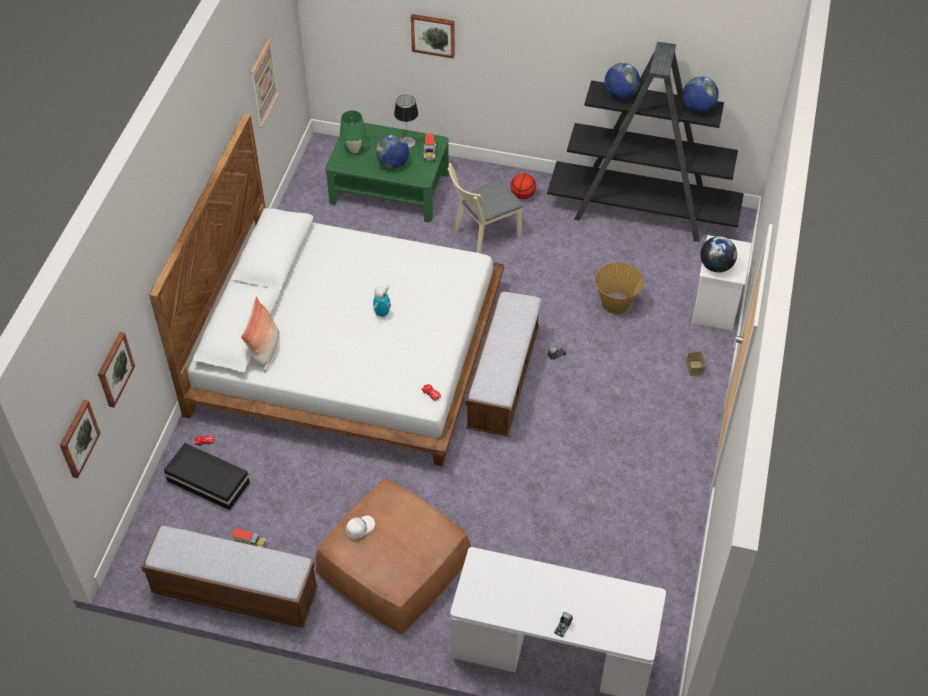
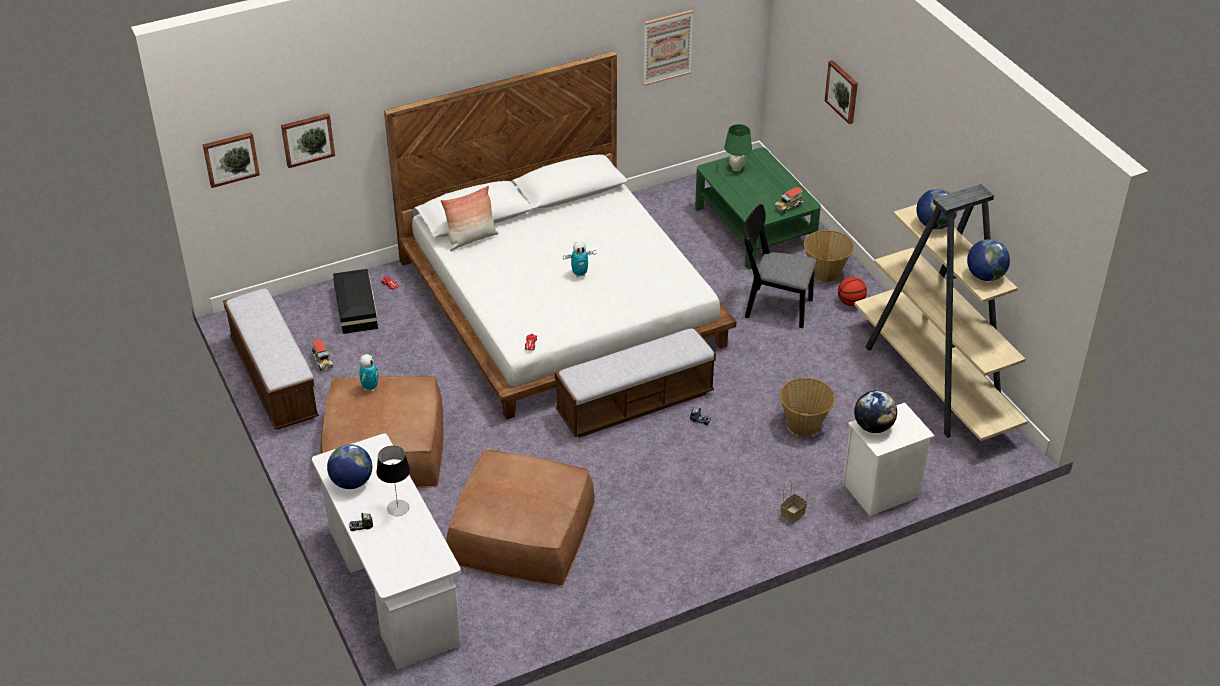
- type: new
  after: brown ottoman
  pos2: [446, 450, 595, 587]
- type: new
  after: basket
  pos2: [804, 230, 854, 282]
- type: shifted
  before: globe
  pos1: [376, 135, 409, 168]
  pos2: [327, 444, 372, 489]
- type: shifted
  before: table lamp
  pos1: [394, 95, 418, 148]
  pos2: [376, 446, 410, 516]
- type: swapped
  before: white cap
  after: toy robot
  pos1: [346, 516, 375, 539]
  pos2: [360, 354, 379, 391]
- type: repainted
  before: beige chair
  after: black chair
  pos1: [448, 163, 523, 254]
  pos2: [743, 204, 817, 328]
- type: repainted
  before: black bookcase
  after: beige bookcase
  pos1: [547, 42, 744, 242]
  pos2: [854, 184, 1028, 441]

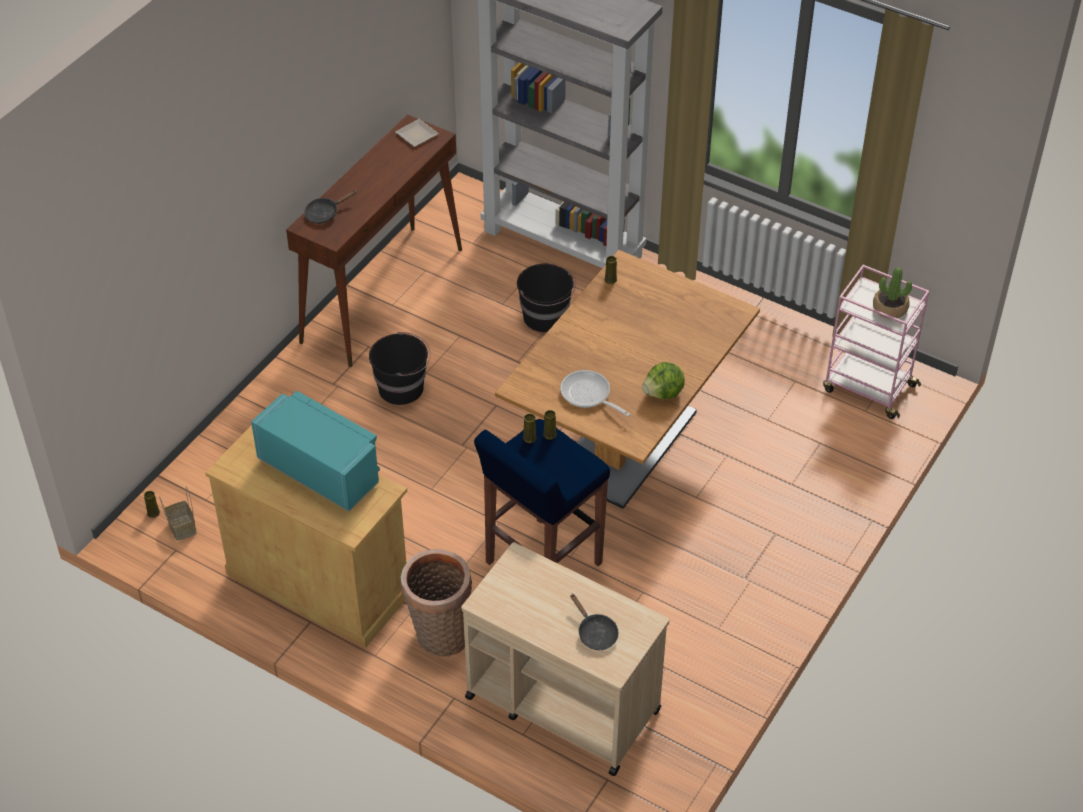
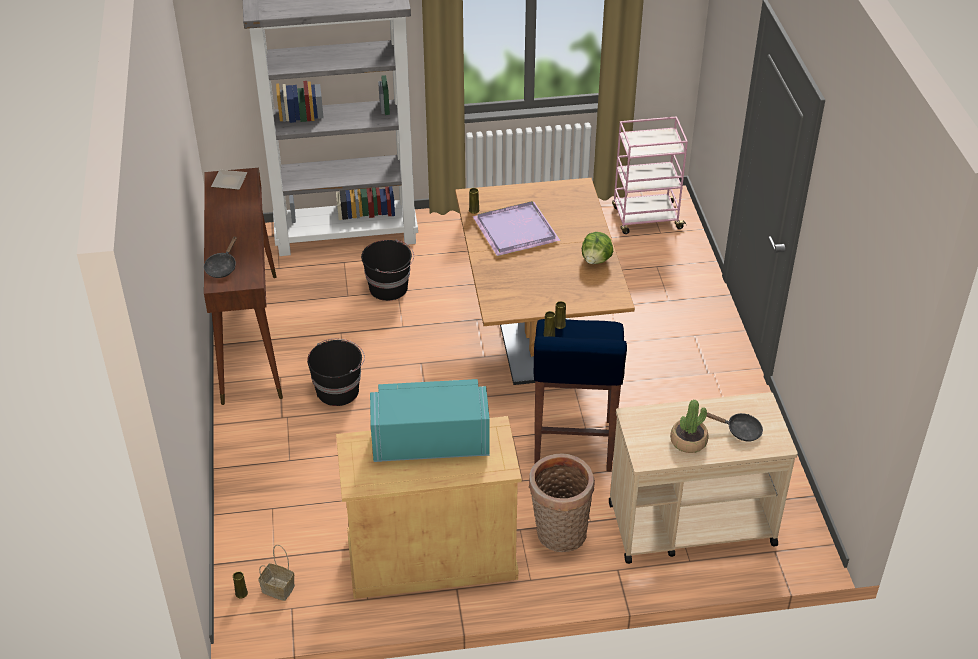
- type: gone
  before: frying pan
  pos1: [560, 370, 631, 417]
- type: new
  after: purple tray
  pos2: [473, 201, 561, 256]
- type: shifted
  before: potted plant
  pos1: [873, 267, 912, 319]
  pos2: [670, 400, 709, 453]

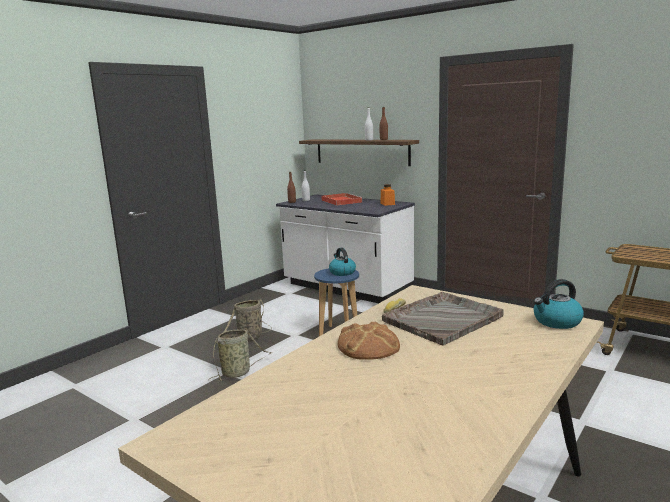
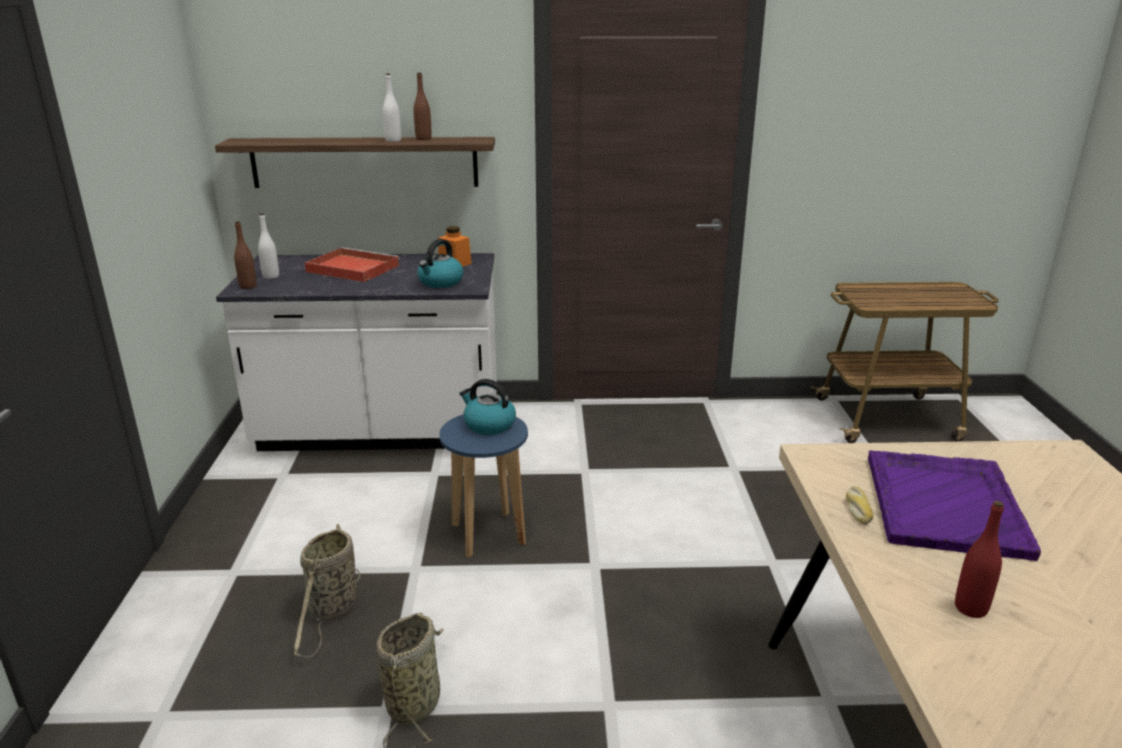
- type: shifted
  before: kettle
  pos1: [534, 279, 584, 329]
  pos2: [417, 239, 463, 288]
- type: swapped
  before: bread
  after: red bottle
  pos1: [338, 322, 400, 360]
  pos2: [955, 501, 1004, 618]
- type: repainted
  before: grey tray
  after: purple tray
  pos1: [382, 292, 503, 345]
  pos2: [868, 450, 1041, 561]

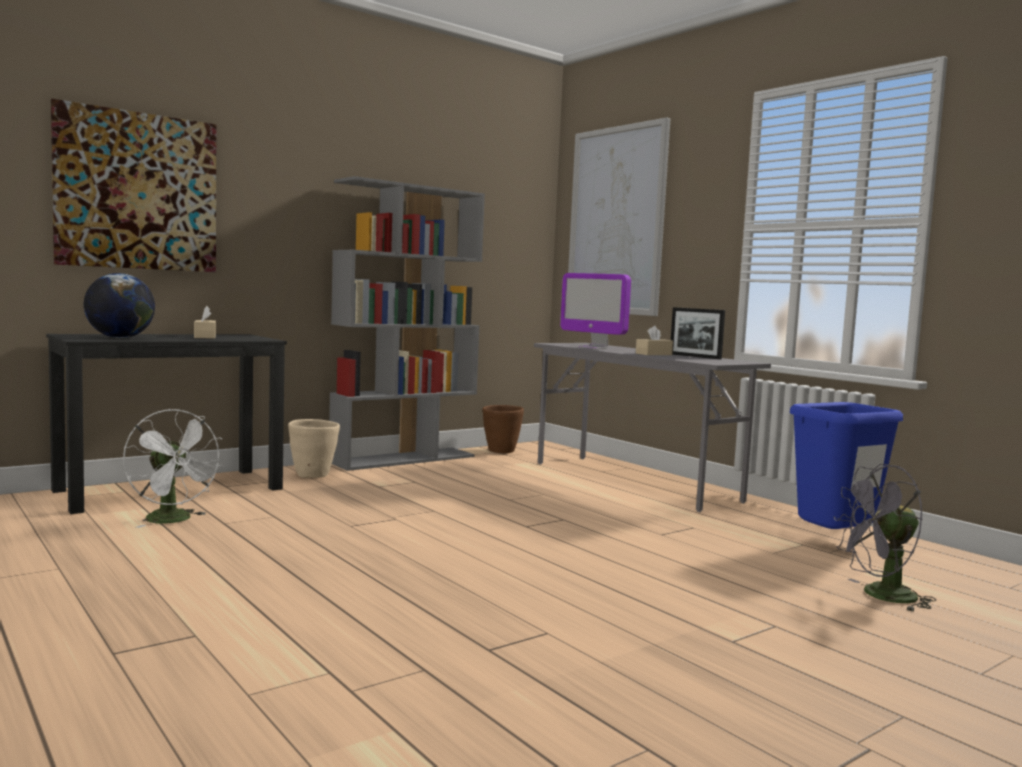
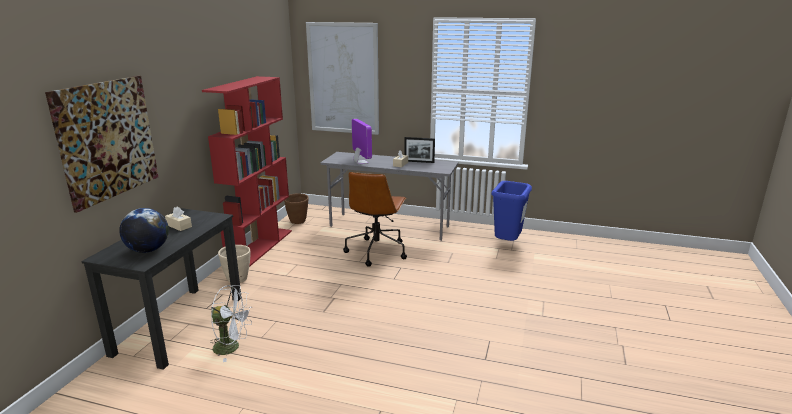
- type: gone
  before: grey fan
  pos1: [834, 464, 936, 611]
- type: new
  after: brown office chair
  pos2: [343, 172, 407, 267]
- type: repainted
  before: grey bookcase
  after: red bookcase
  pos1: [329, 176, 485, 471]
  pos2: [202, 76, 292, 267]
- type: rotated
  before: monitor
  pos1: [560, 273, 631, 349]
  pos2: [352, 119, 372, 165]
  turn: -120

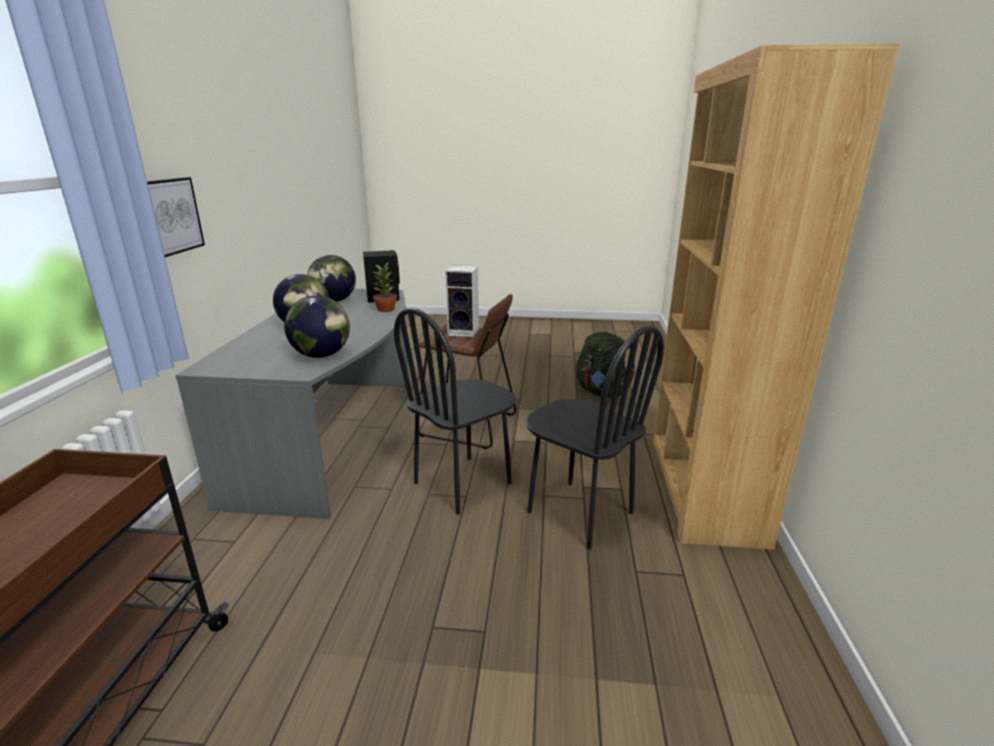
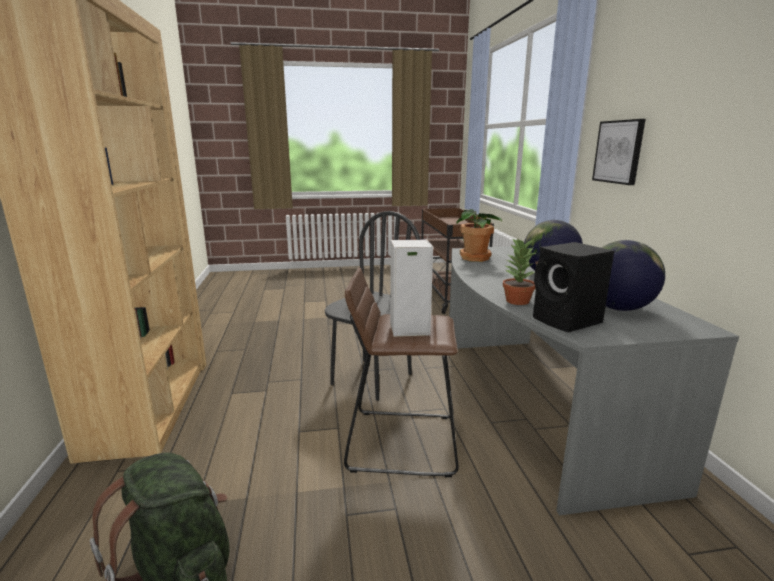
- type: gone
  before: black chair
  pos1: [525, 326, 664, 550]
- type: swapped
  before: globe
  after: potted plant
  pos1: [284, 295, 350, 358]
  pos2: [456, 209, 502, 262]

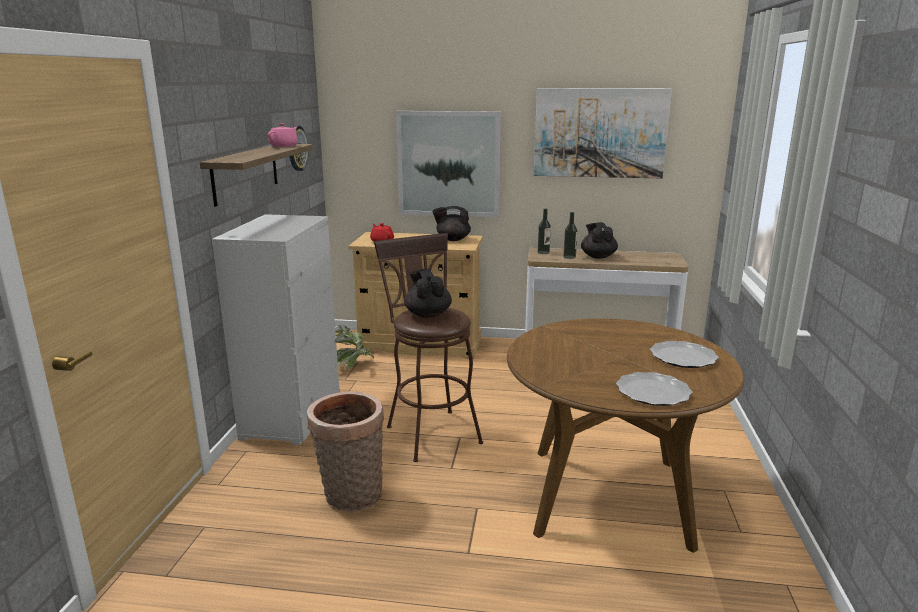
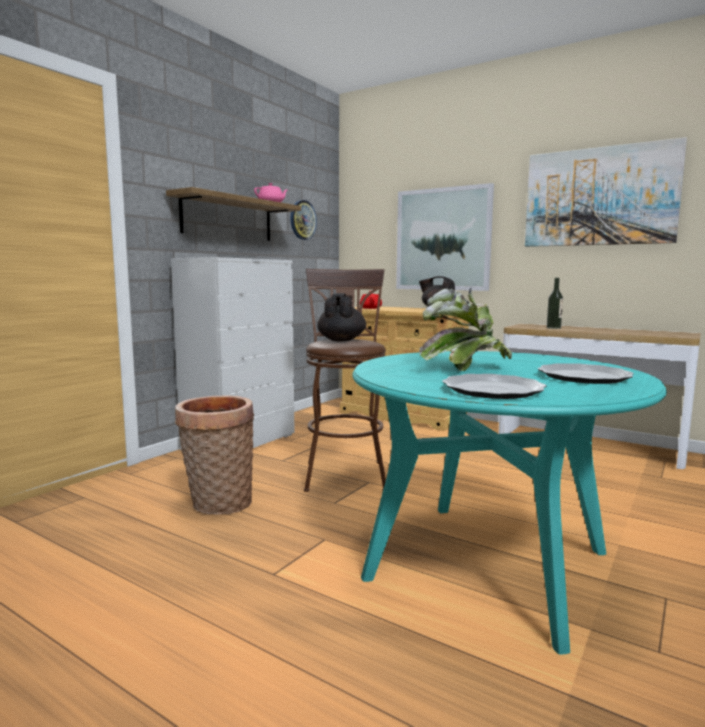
- type: gone
  before: bottle
  pos1: [538, 209, 551, 254]
- type: gone
  before: black teapot
  pos1: [581, 222, 618, 259]
- type: shifted
  before: potted plant
  pos1: [334, 325, 374, 369]
  pos2: [419, 287, 512, 371]
- type: repainted
  before: brown dining table
  after: turquoise dining table
  pos1: [507, 318, 745, 553]
  pos2: [352, 351, 667, 655]

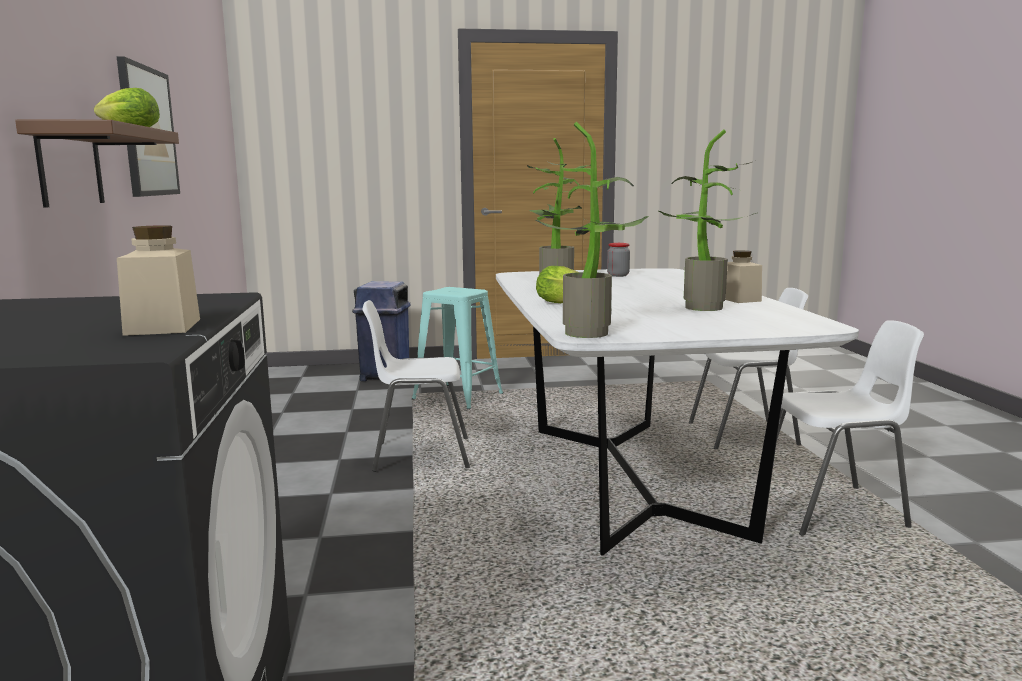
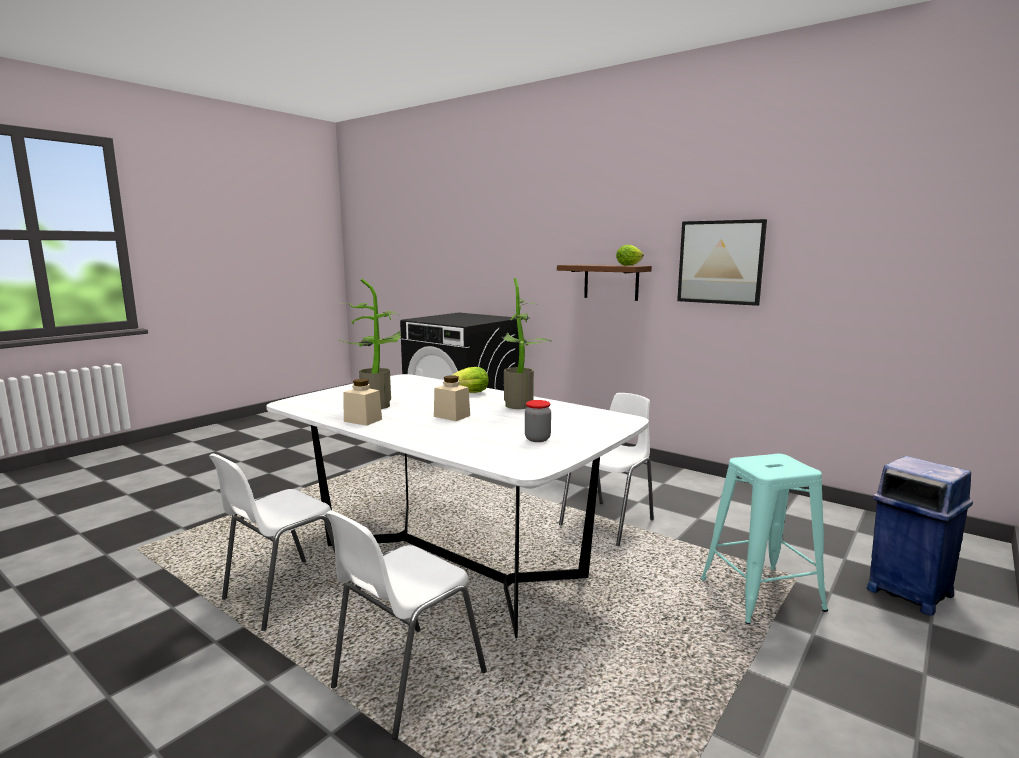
- type: gone
  before: potted plant
  pos1: [535, 122, 648, 338]
- type: shifted
  before: beige jar
  pos1: [117, 225, 200, 336]
  pos2: [434, 375, 470, 421]

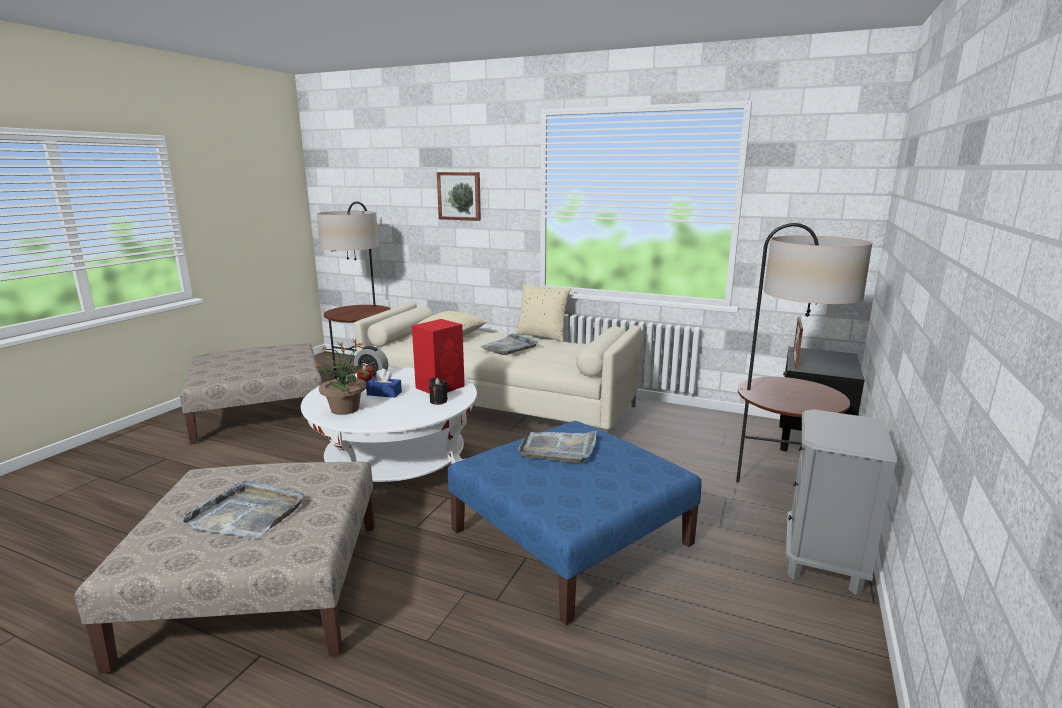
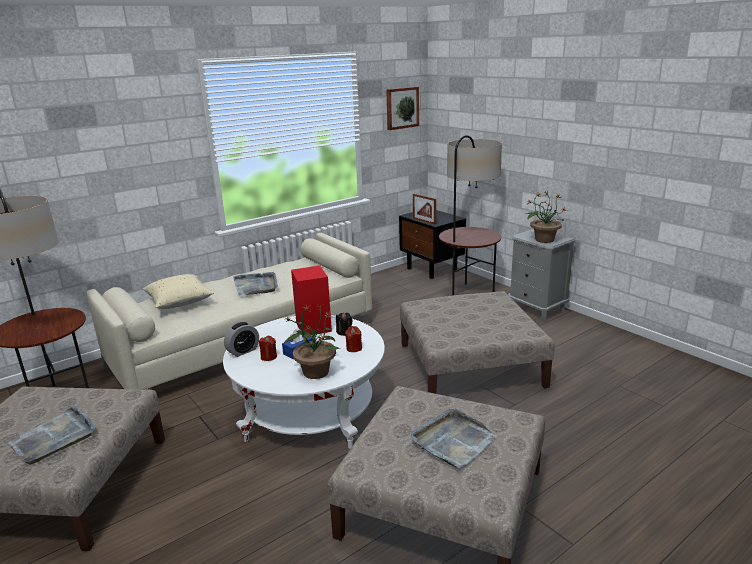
- type: gone
  before: beige pillow
  pos1: [515, 283, 571, 342]
- type: new
  after: red candle
  pos2: [345, 326, 362, 352]
- type: new
  after: potted plant
  pos2: [526, 191, 566, 243]
- type: shifted
  before: picture
  pos1: [437, 172, 481, 221]
  pos2: [386, 86, 419, 130]
- type: shifted
  before: grey tray
  pos1: [517, 431, 597, 463]
  pos2: [8, 405, 96, 465]
- type: repainted
  before: blue ottoman
  after: beige ottoman
  pos1: [448, 421, 702, 625]
  pos2: [400, 291, 555, 394]

